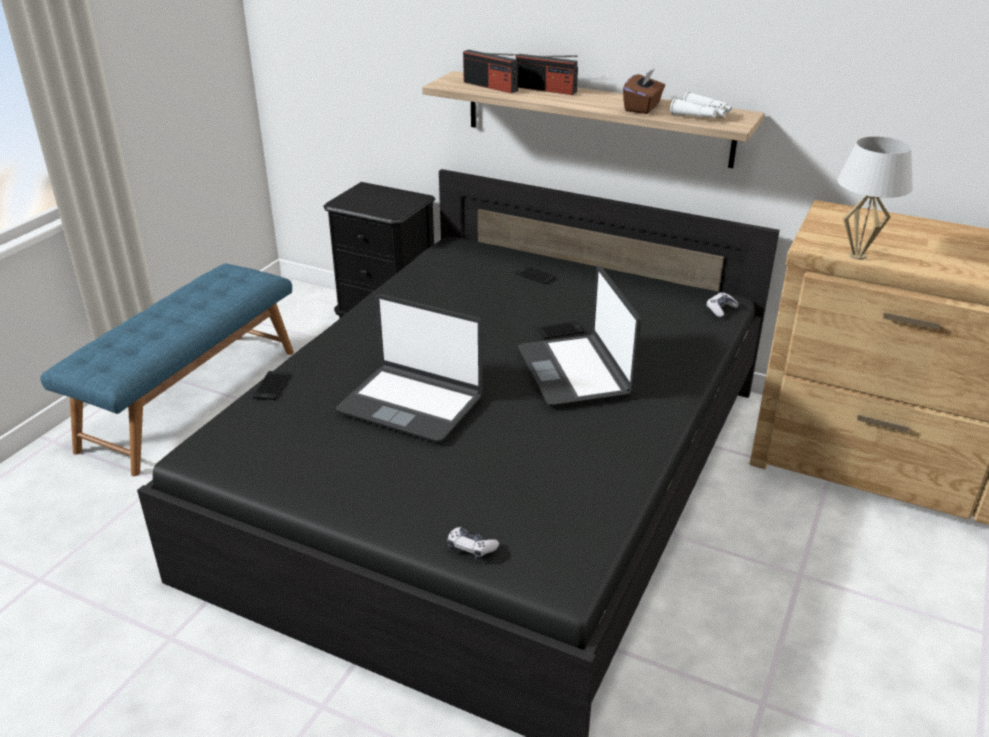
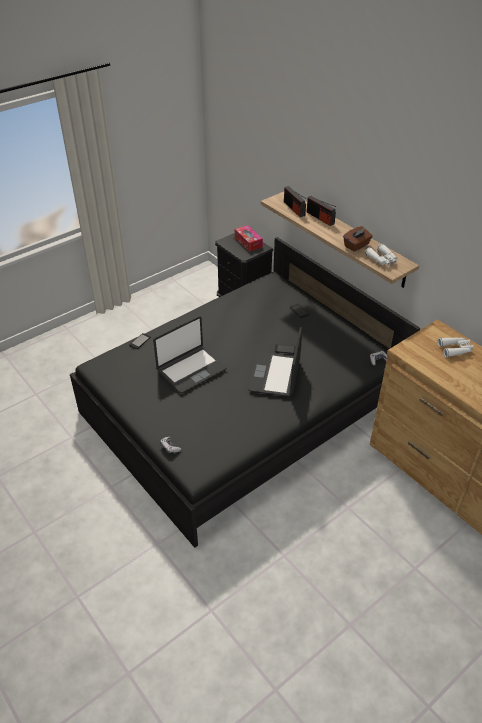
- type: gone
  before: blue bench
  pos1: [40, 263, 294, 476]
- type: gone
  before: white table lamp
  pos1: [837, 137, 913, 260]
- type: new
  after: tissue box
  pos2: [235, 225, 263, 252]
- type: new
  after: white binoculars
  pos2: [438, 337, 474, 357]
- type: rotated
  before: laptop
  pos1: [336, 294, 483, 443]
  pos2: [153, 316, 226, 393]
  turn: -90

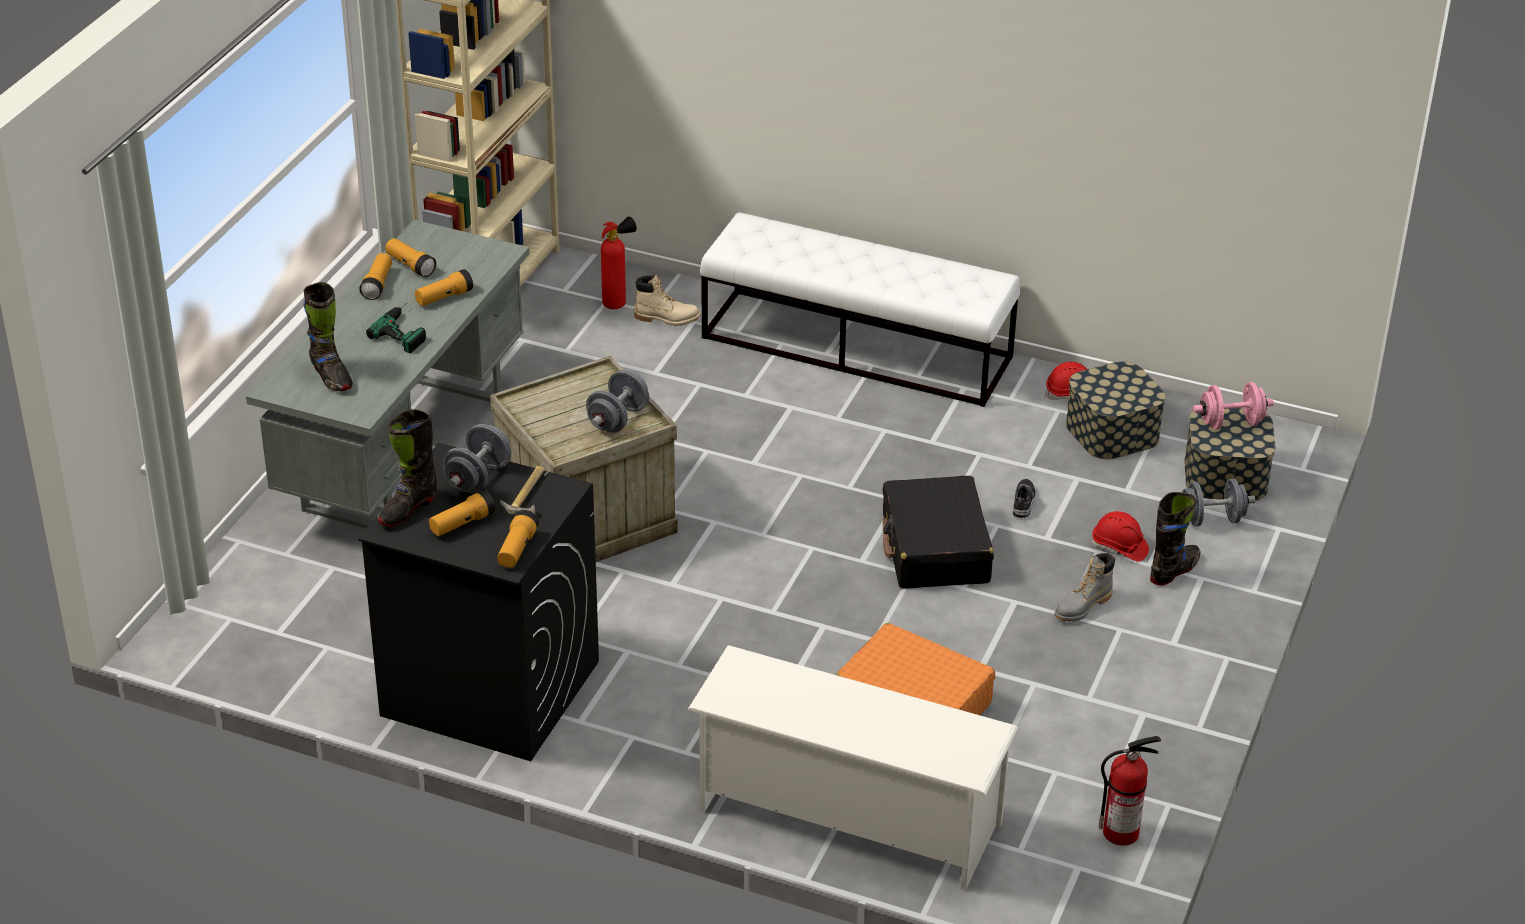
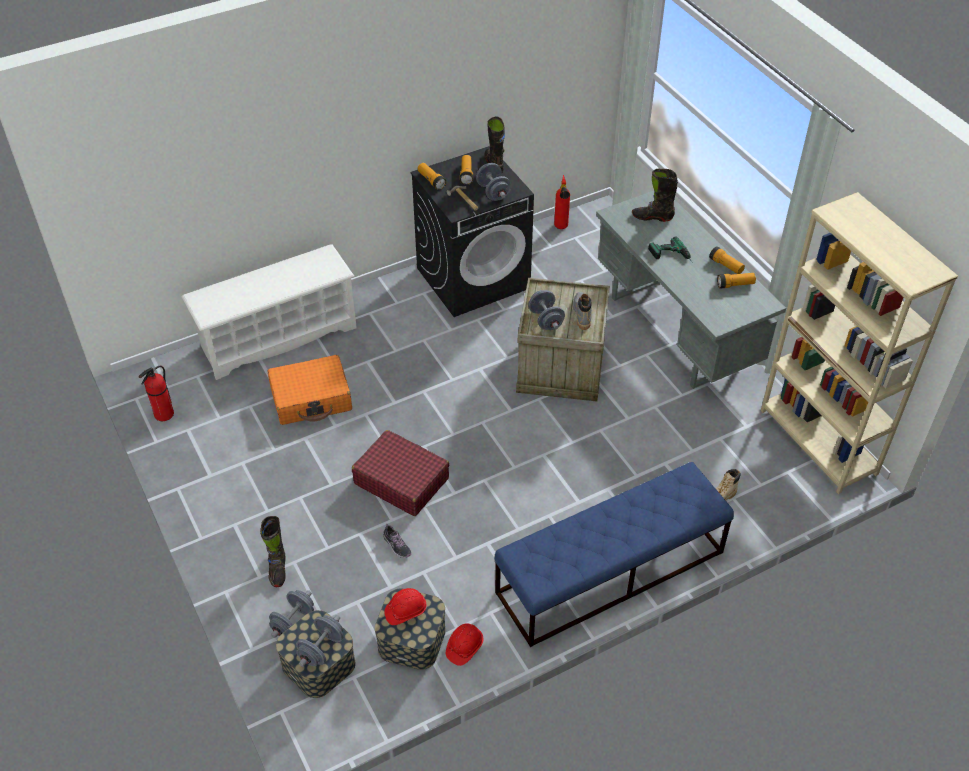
- type: gone
  before: flashlight
  pos1: [415, 269, 473, 306]
- type: shifted
  before: fire extinguisher
  pos1: [601, 217, 637, 309]
  pos2: [554, 175, 570, 229]
- type: shifted
  before: grey boot
  pos1: [1055, 553, 1115, 622]
  pos2: [573, 292, 592, 330]
- type: shifted
  before: red hard hat
  pos1: [1091, 511, 1149, 562]
  pos2: [385, 588, 426, 625]
- type: repainted
  before: white bench
  after: blue bench
  pos1: [700, 212, 1020, 407]
  pos2: [495, 462, 734, 647]
- type: repainted
  before: black suitcase
  after: red suitcase
  pos1: [883, 476, 994, 589]
  pos2: [352, 430, 449, 516]
- type: repainted
  before: pink dumbbell
  after: grey dumbbell
  pos1: [1193, 382, 1274, 429]
  pos2: [296, 615, 344, 667]

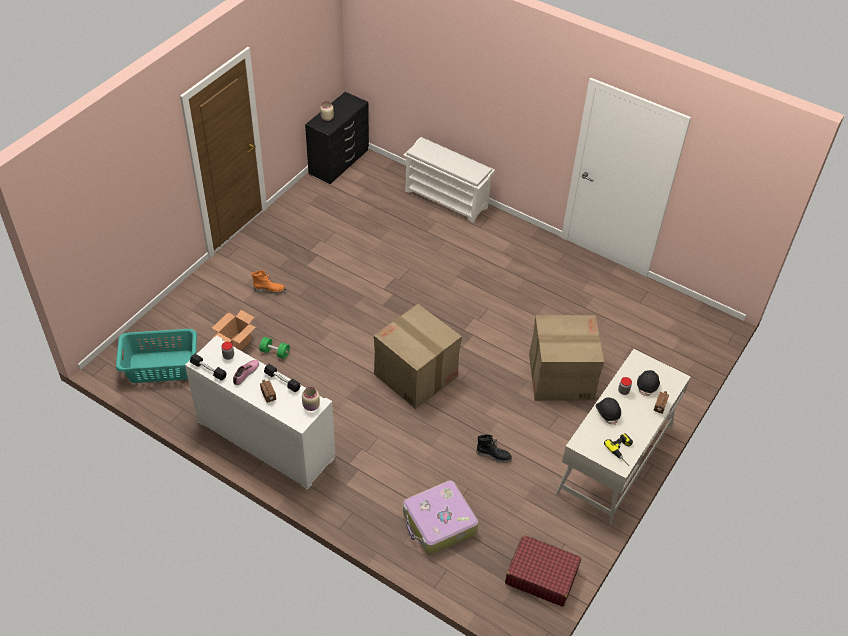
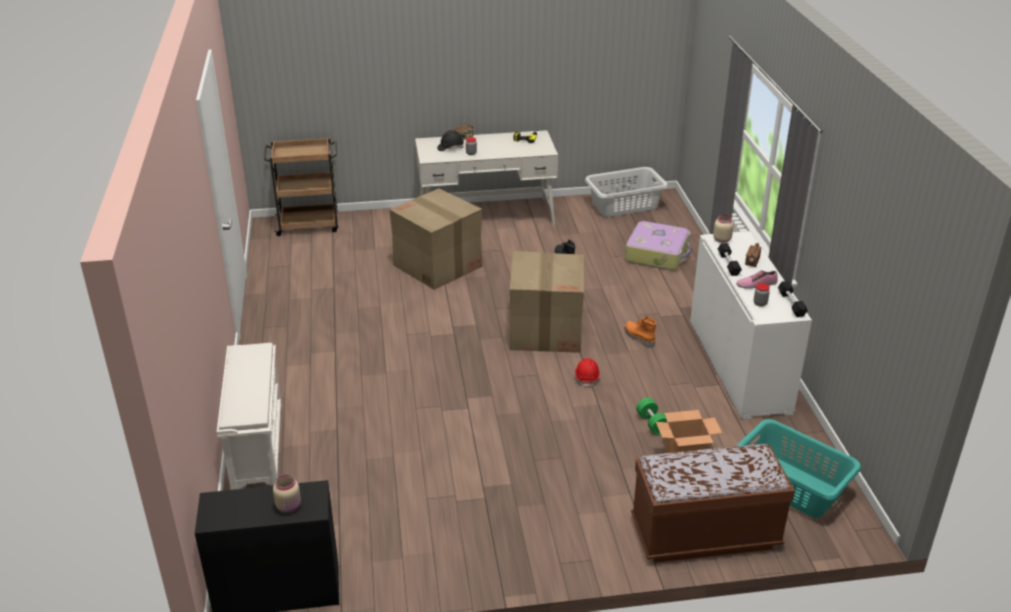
- type: gone
  before: black hard hat
  pos1: [596, 397, 621, 425]
- type: new
  after: brown cart
  pos2: [264, 138, 338, 236]
- type: new
  after: red hard hat
  pos2: [575, 358, 600, 388]
- type: new
  after: brown bench
  pos2: [631, 444, 795, 563]
- type: shifted
  before: orange boot
  pos1: [251, 270, 286, 295]
  pos2: [625, 316, 657, 348]
- type: swapped
  before: red suitcase
  after: grey laundry basket
  pos1: [505, 535, 581, 607]
  pos2: [585, 167, 668, 217]

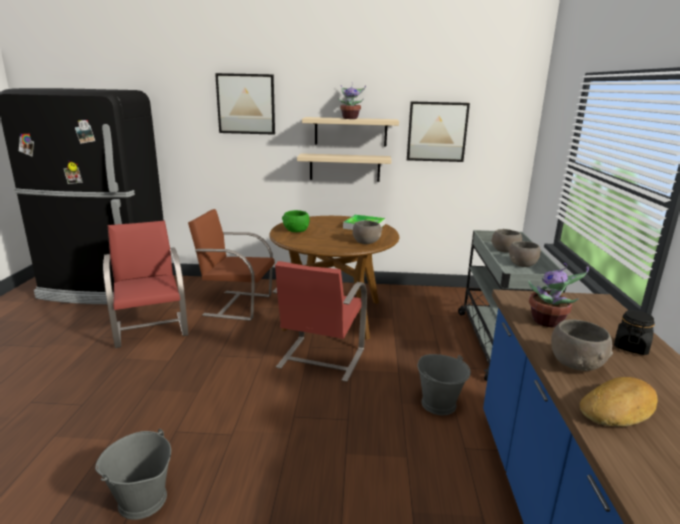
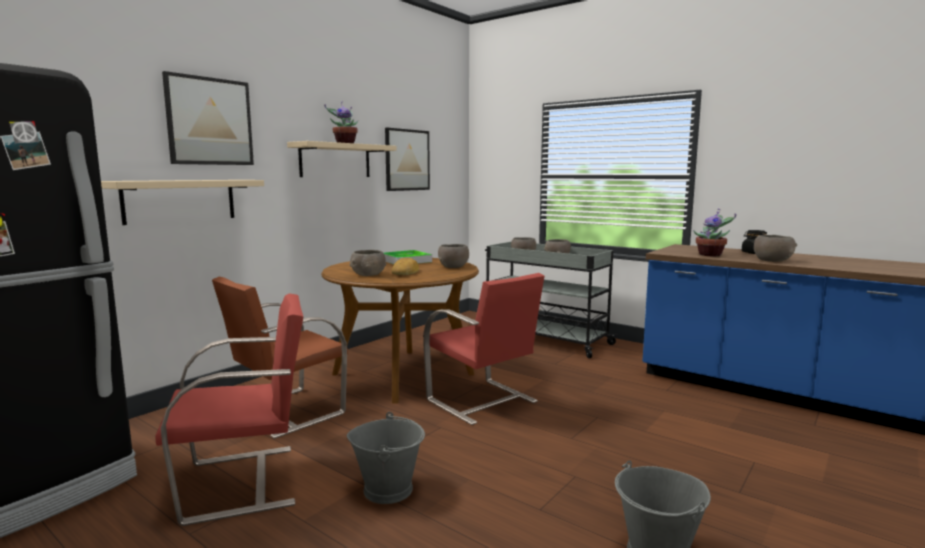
- type: shifted
  before: beige shelf
  pos1: [297, 153, 391, 182]
  pos2: [101, 180, 264, 225]
- type: shifted
  before: grey bucket
  pos1: [417, 354, 471, 415]
  pos2: [347, 412, 425, 504]
- type: shifted
  before: bread
  pos1: [580, 377, 658, 427]
  pos2: [391, 258, 419, 275]
- type: repainted
  before: green bowl
  after: grey bowl
  pos1: [282, 210, 310, 232]
  pos2: [350, 250, 386, 276]
- type: rotated
  before: red chair
  pos1: [103, 221, 188, 348]
  pos2: [155, 293, 303, 526]
  turn: 150

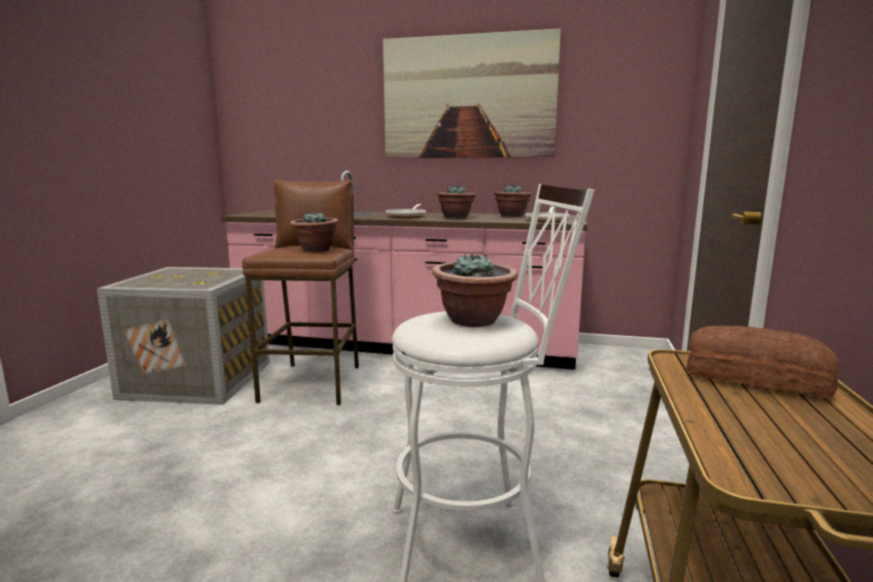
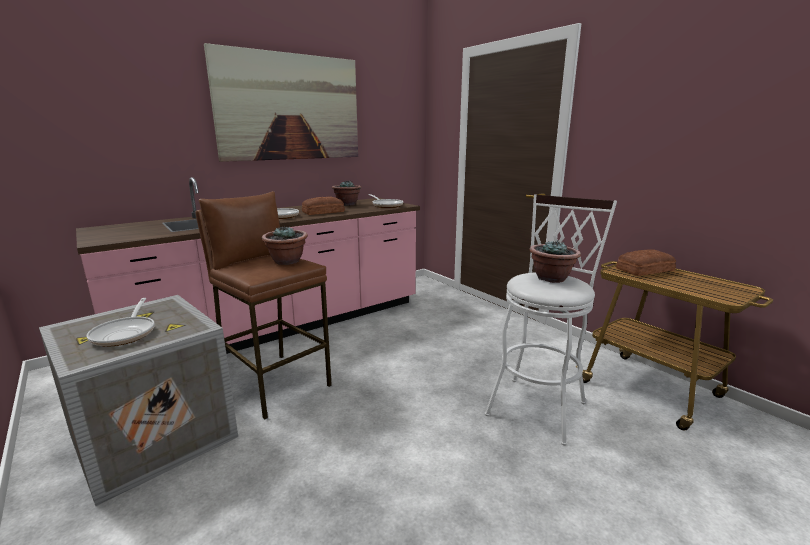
- type: new
  after: frying pan
  pos2: [86, 298, 154, 347]
- type: swapped
  before: potted plant
  after: bread
  pos1: [436, 185, 476, 219]
  pos2: [302, 196, 345, 215]

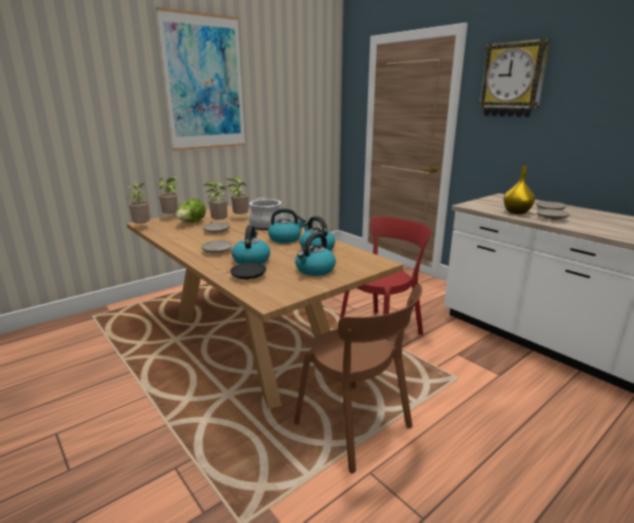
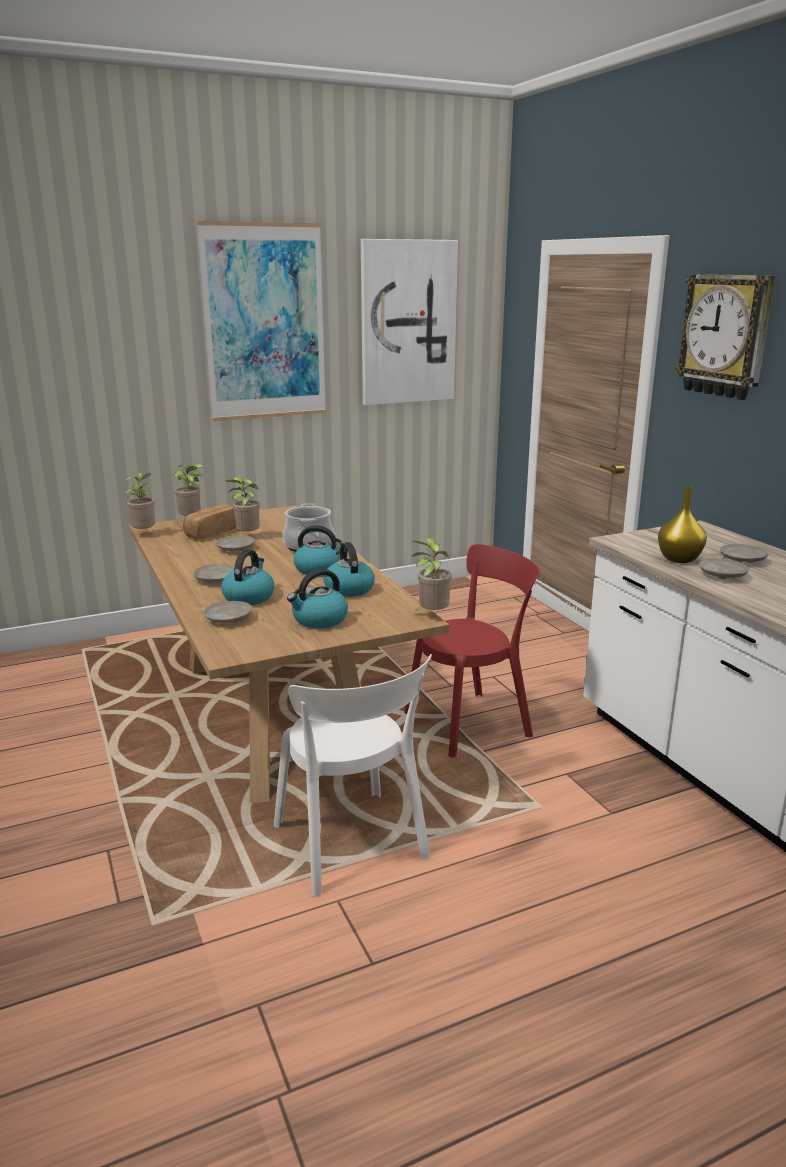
- type: new
  after: picture
  pos2: [361, 239, 458, 405]
- type: shifted
  before: potted plant
  pos1: [227, 177, 249, 216]
  pos2: [412, 537, 452, 612]
- type: swapped
  before: lettuce
  after: bread
  pos1: [176, 198, 206, 223]
  pos2: [183, 504, 236, 539]
- type: repainted
  before: black plate
  after: beige plate
  pos1: [230, 263, 266, 279]
  pos2: [204, 601, 252, 623]
- type: repainted
  before: brown chair
  after: white chair
  pos1: [294, 283, 422, 474]
  pos2: [274, 654, 432, 897]

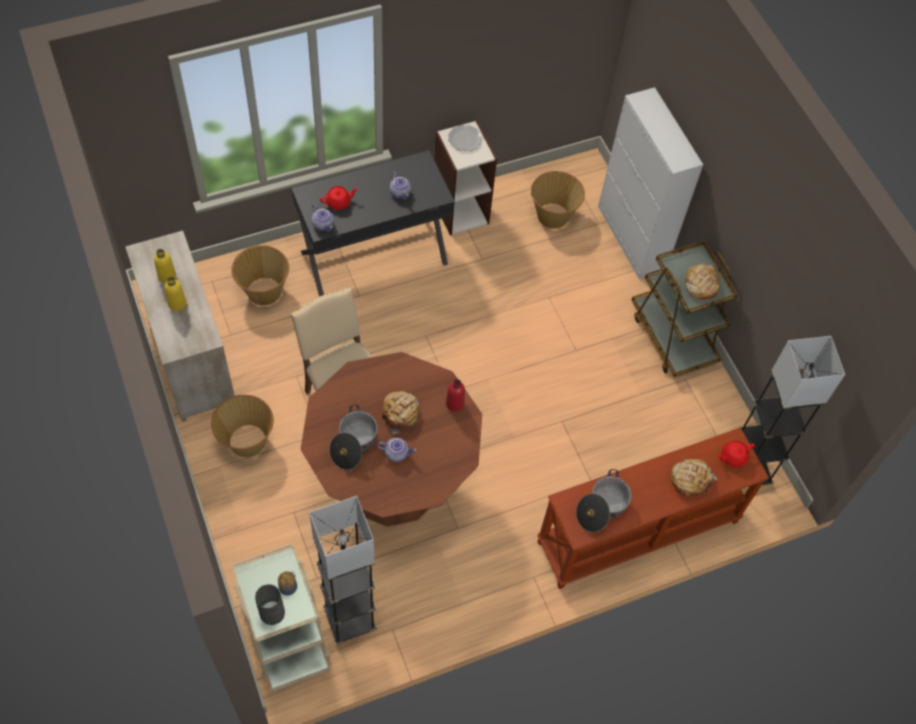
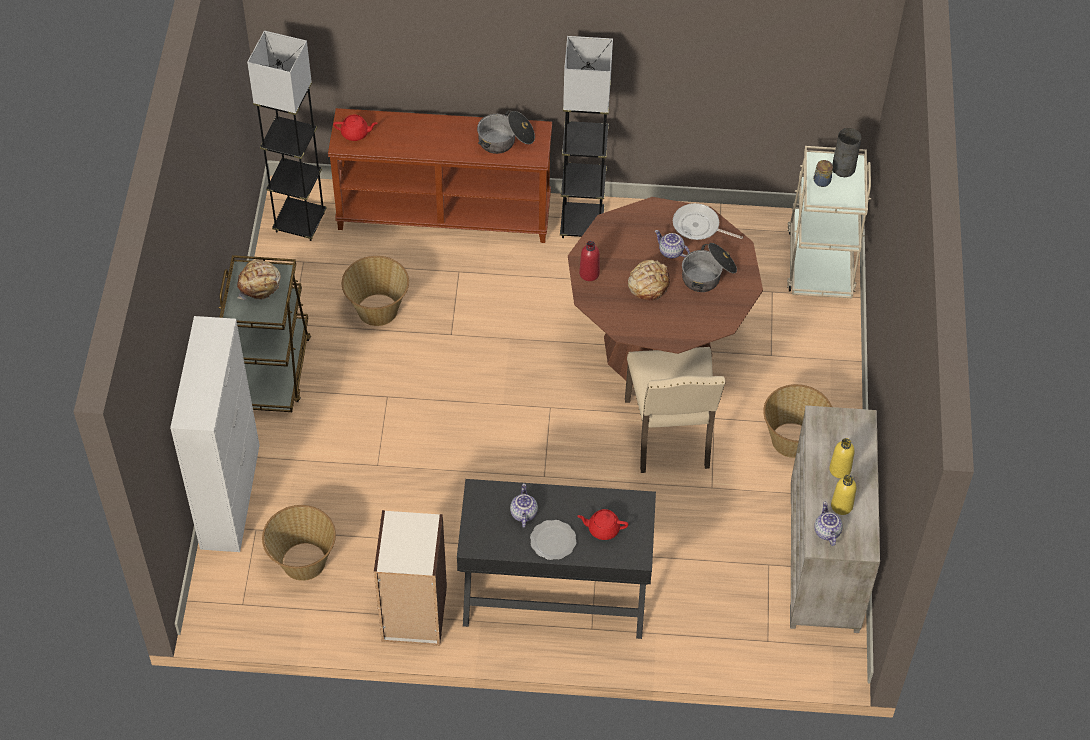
- type: gone
  before: bread
  pos1: [671, 459, 717, 497]
- type: new
  after: frying pan
  pos2: [673, 203, 743, 240]
- type: shifted
  before: basket
  pos1: [231, 245, 289, 306]
  pos2: [342, 256, 409, 326]
- type: shifted
  before: grey floor lamp
  pos1: [309, 496, 377, 644]
  pos2: [560, 36, 613, 238]
- type: shifted
  before: teapot
  pos1: [312, 204, 334, 231]
  pos2: [814, 502, 843, 546]
- type: shifted
  before: plate
  pos1: [448, 125, 482, 151]
  pos2: [530, 520, 577, 560]

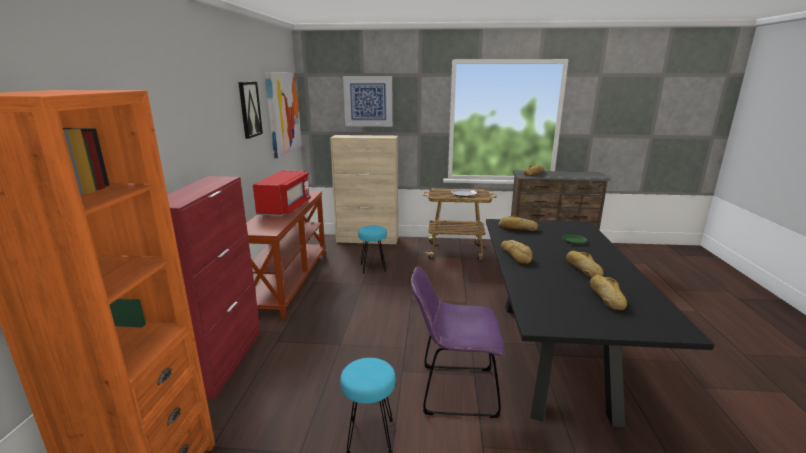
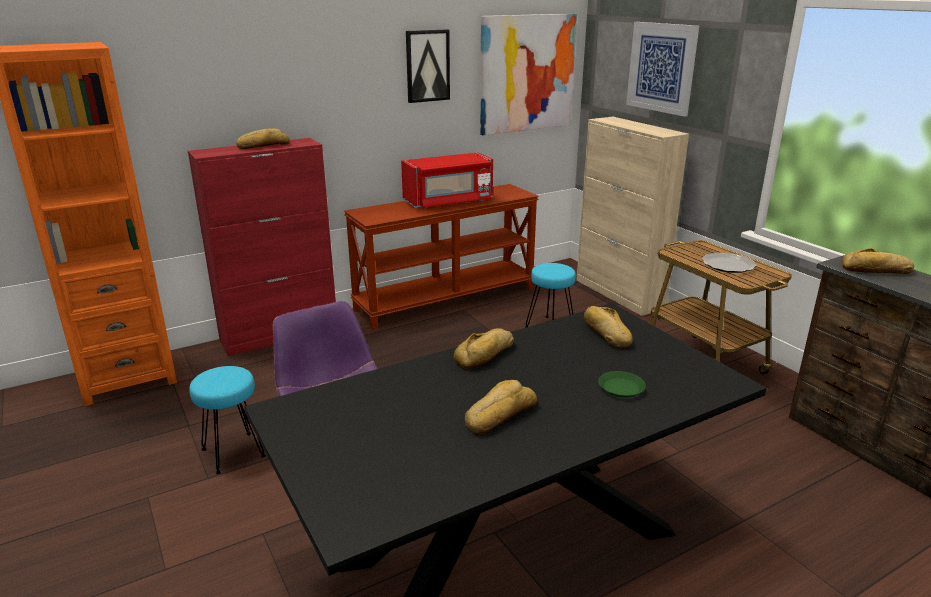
- type: shifted
  before: bread
  pos1: [590, 275, 627, 310]
  pos2: [236, 128, 290, 149]

